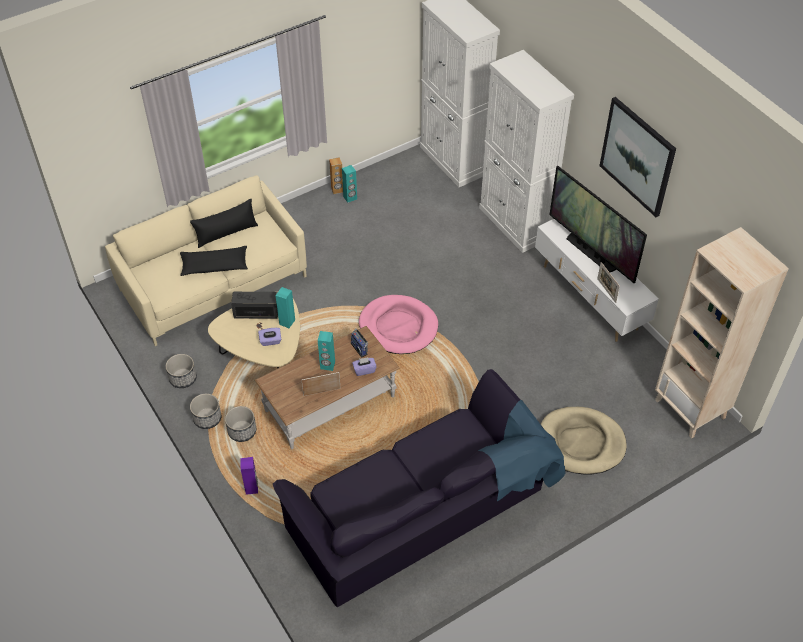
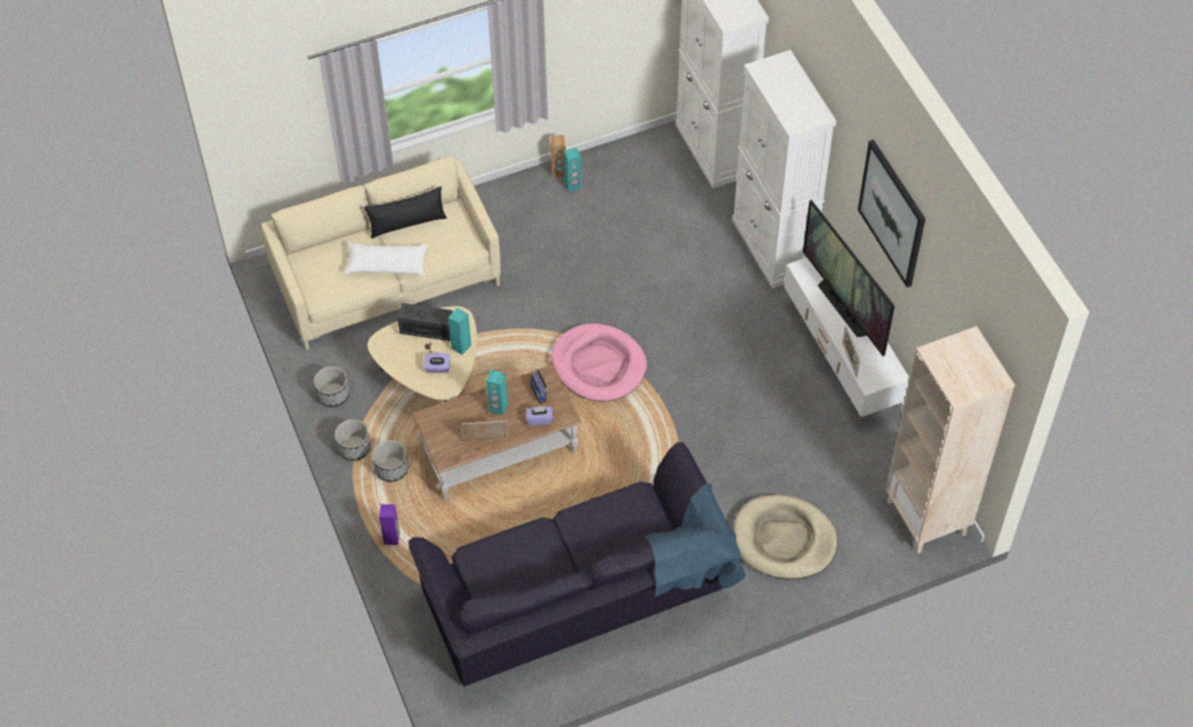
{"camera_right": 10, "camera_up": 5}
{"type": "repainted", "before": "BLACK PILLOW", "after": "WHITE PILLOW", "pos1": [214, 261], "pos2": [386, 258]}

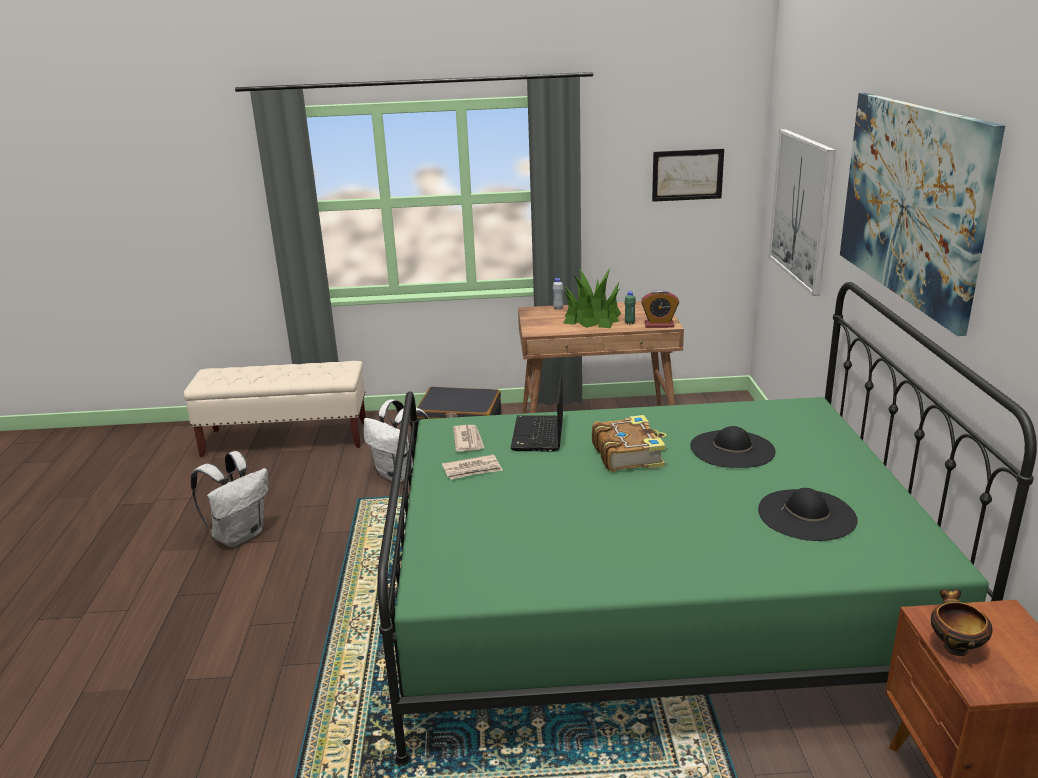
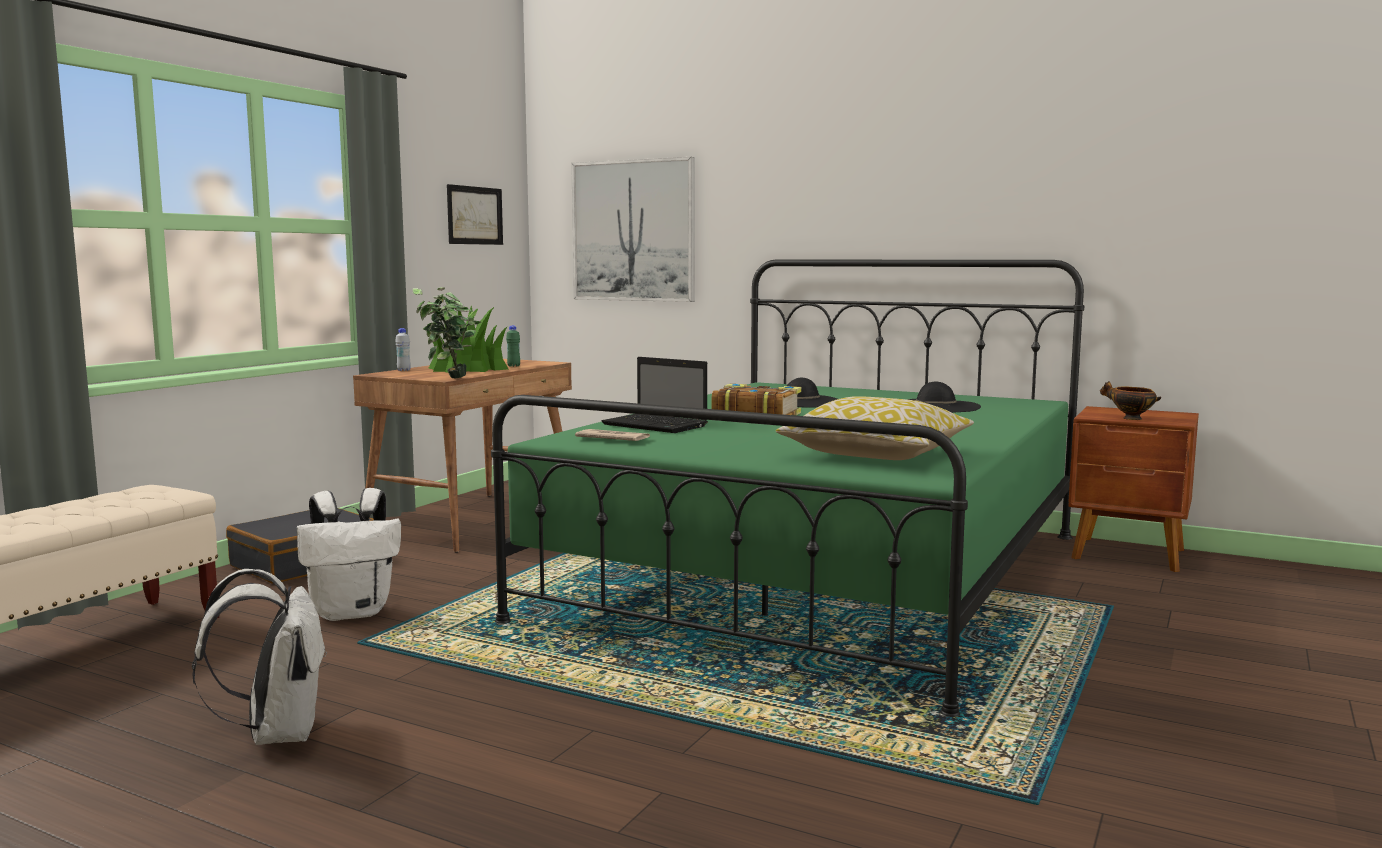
{"camera_right": -60, "camera_up": -15}
{"type": "gone", "before": "PICTURE", "pos1": [922, 214]}
{"type": "gone", "before": "ALARM CLOCK", "pos1": [660, 309]}
{"type": "gone", "before": "NEWSPAPER", "pos1": [472, 466]}
{"type": "new", "after": "POTTED PLANT", "pos2": [447, 332]}
{"type": "new", "after": "PILLOW", "pos2": [875, 428]}

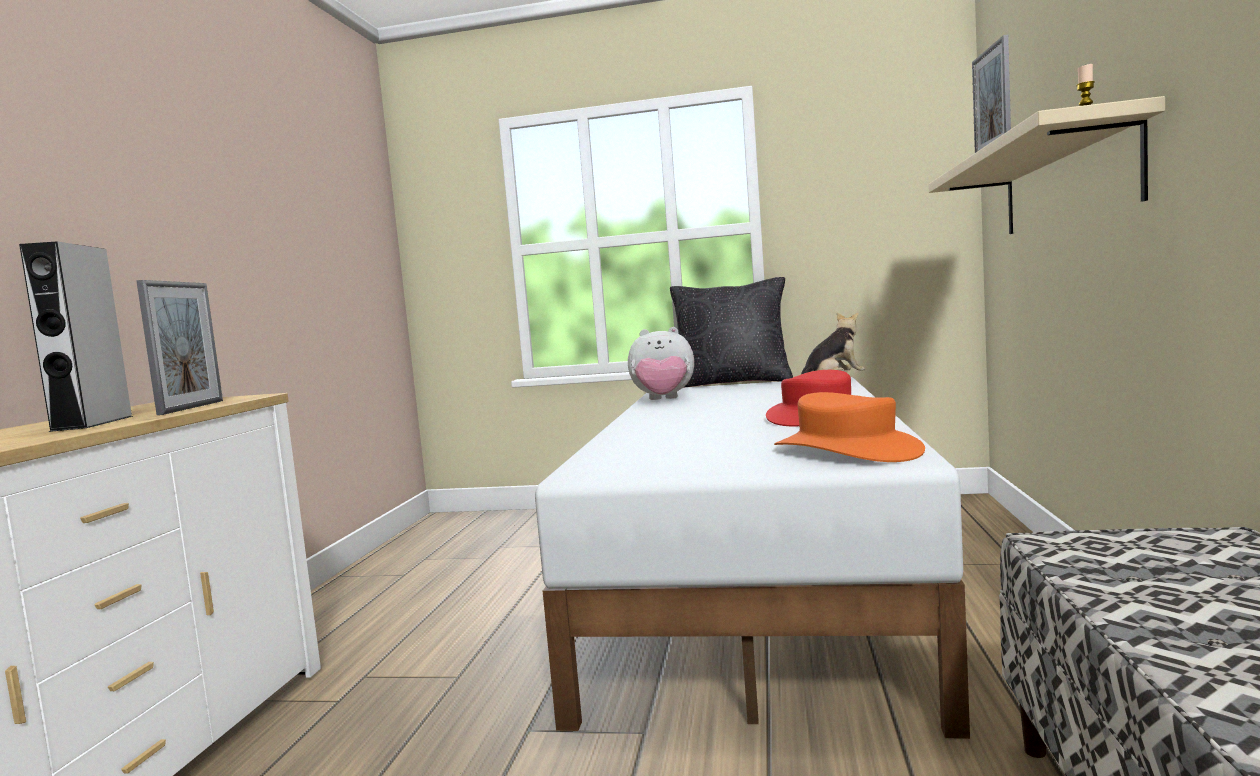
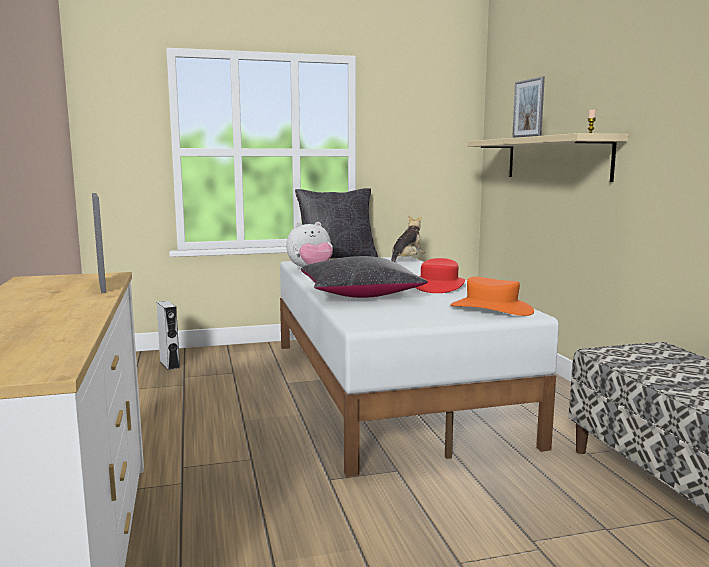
{"camera_right": -25, "camera_up": 5}
{"type": "shifted", "before": "GREY SPEAKER", "pos1": [76, 336], "pos2": [168, 335]}
{"type": "new", "after": "BLACK PILLOW", "pos2": [364, 277]}

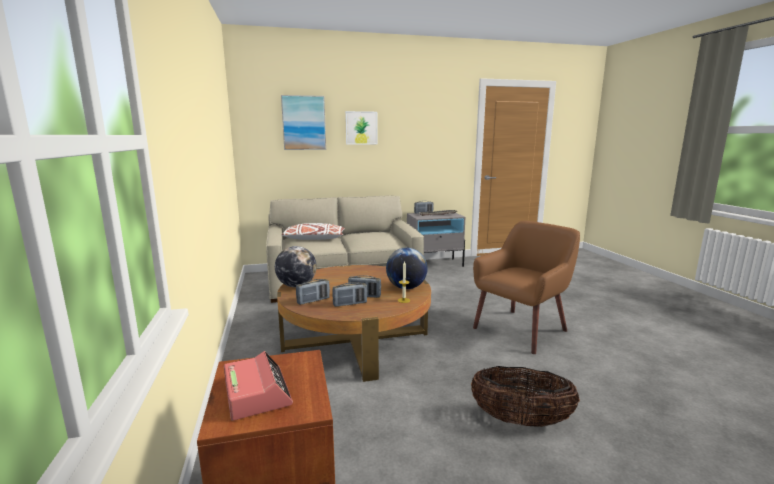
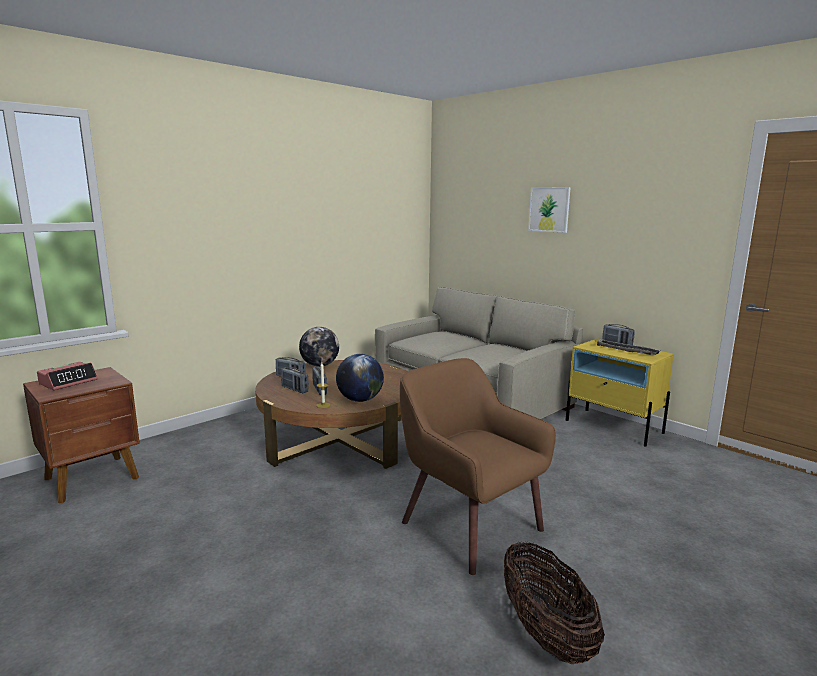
{"camera_right": 60, "camera_up": 0}
{"type": "gone", "before": "PICTURE", "pos1": [303, 122]}
{"type": "repainted", "before": "GREY NIGHTSTAND", "after": "YELLOW NIGHTSTAND", "pos1": [436, 240], "pos2": [620, 392]}
{"type": "rotated", "before": "BROWN ARMCHAIR", "pos1": [526, 287], "pos2": [478, 466], "turn": -150}
{"type": "gone", "before": "WHITE PILLOW", "pos1": [313, 231]}
{"type": "shifted", "before": "BASKET", "pos1": [525, 396], "pos2": [554, 603]}

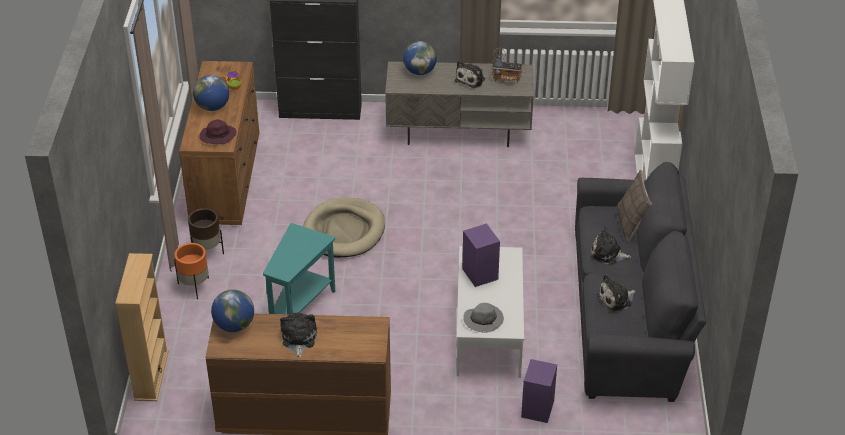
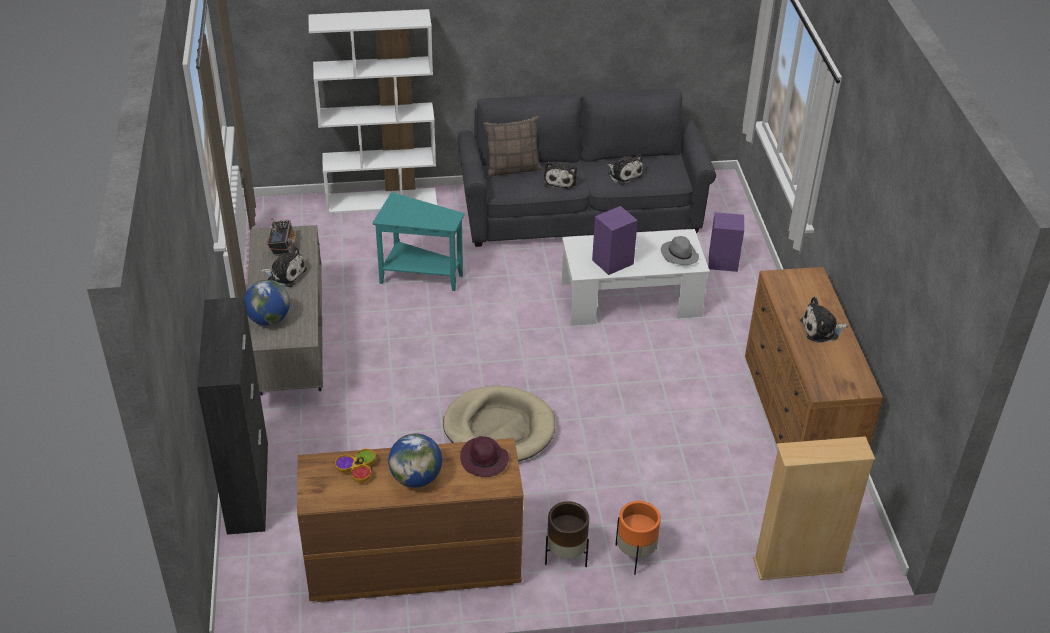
{"camera_right": -100, "camera_up": 0}
{"type": "shifted", "before": "TURQUOISE SIDE TABLE", "pos1": [299, 268], "pos2": [418, 241]}
{"type": "gone", "before": "GLOBE", "pos1": [232, 310]}

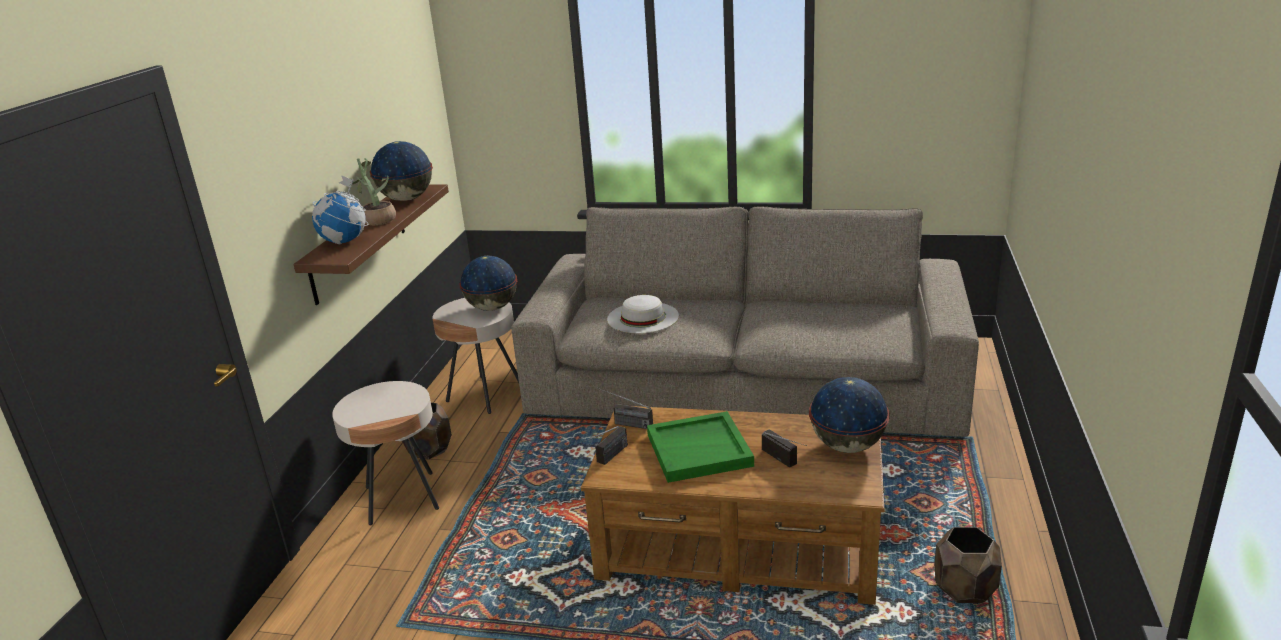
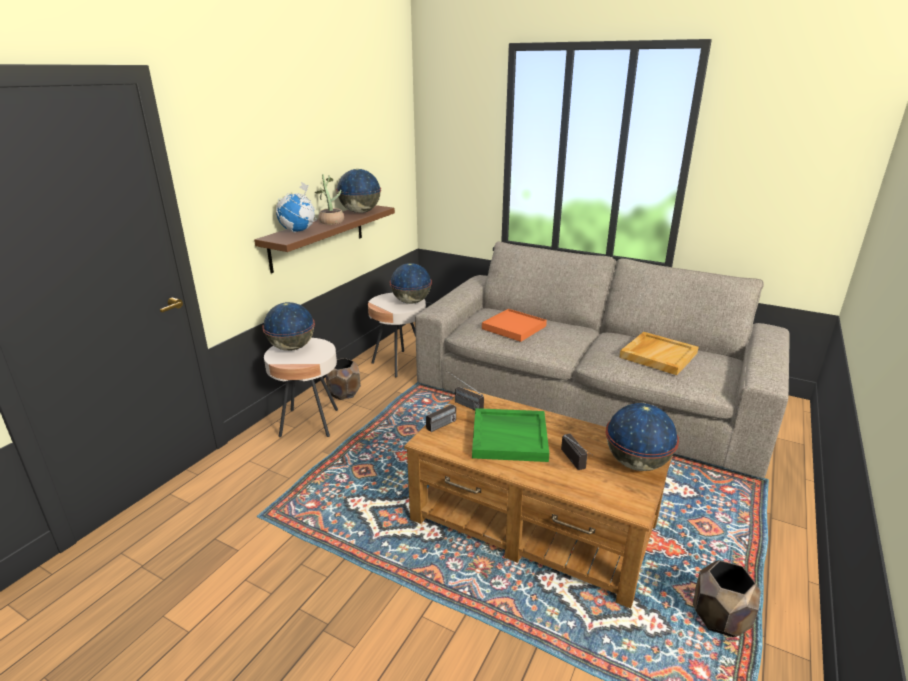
{"camera_right": 15, "camera_up": 0}
{"type": "swapped", "before": "WHITE HAT", "after": "ORANGE TRAY", "pos1": [643, 314], "pos2": [514, 325]}
{"type": "new", "after": "GLOBE", "pos2": [288, 326]}
{"type": "new", "after": "BEIGE TRAY", "pos2": [659, 353]}

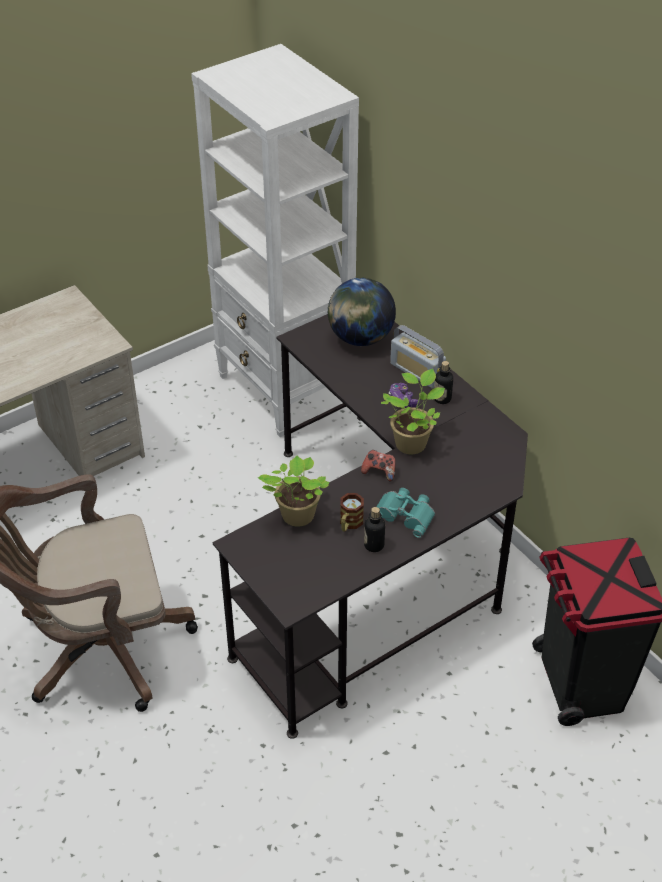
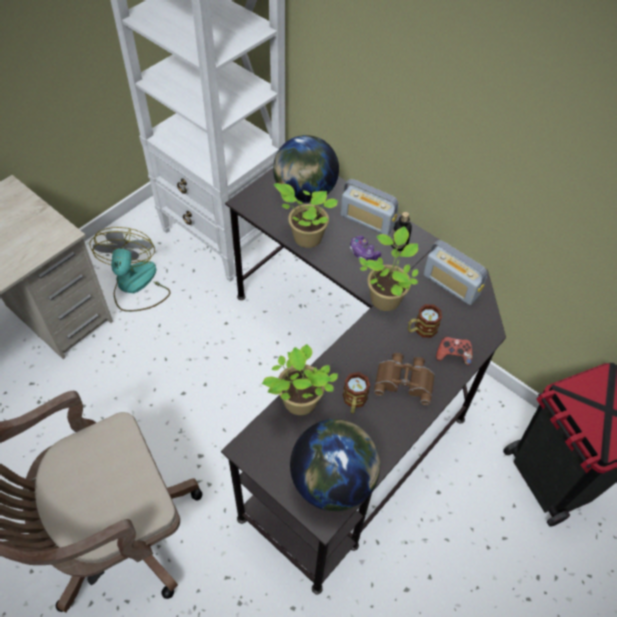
{"camera_right": -15, "camera_up": 10}
{"type": "shifted", "before": "GAME CONTROLLER", "pos1": [378, 465], "pos2": [454, 350]}
{"type": "repainted", "before": "TURQUOISE BINOCULARS", "after": "BROWN BINOCULARS", "pos1": [405, 513], "pos2": [404, 379]}
{"type": "gone", "before": "BOTTLE", "pos1": [374, 529]}
{"type": "new", "after": "POTTED PLANT", "pos2": [306, 215]}
{"type": "new", "after": "FAN", "pos2": [130, 269]}
{"type": "new", "after": "RADIO", "pos2": [455, 272]}
{"type": "new", "after": "MUG", "pos2": [425, 321]}
{"type": "new", "after": "GLOBE", "pos2": [335, 465]}

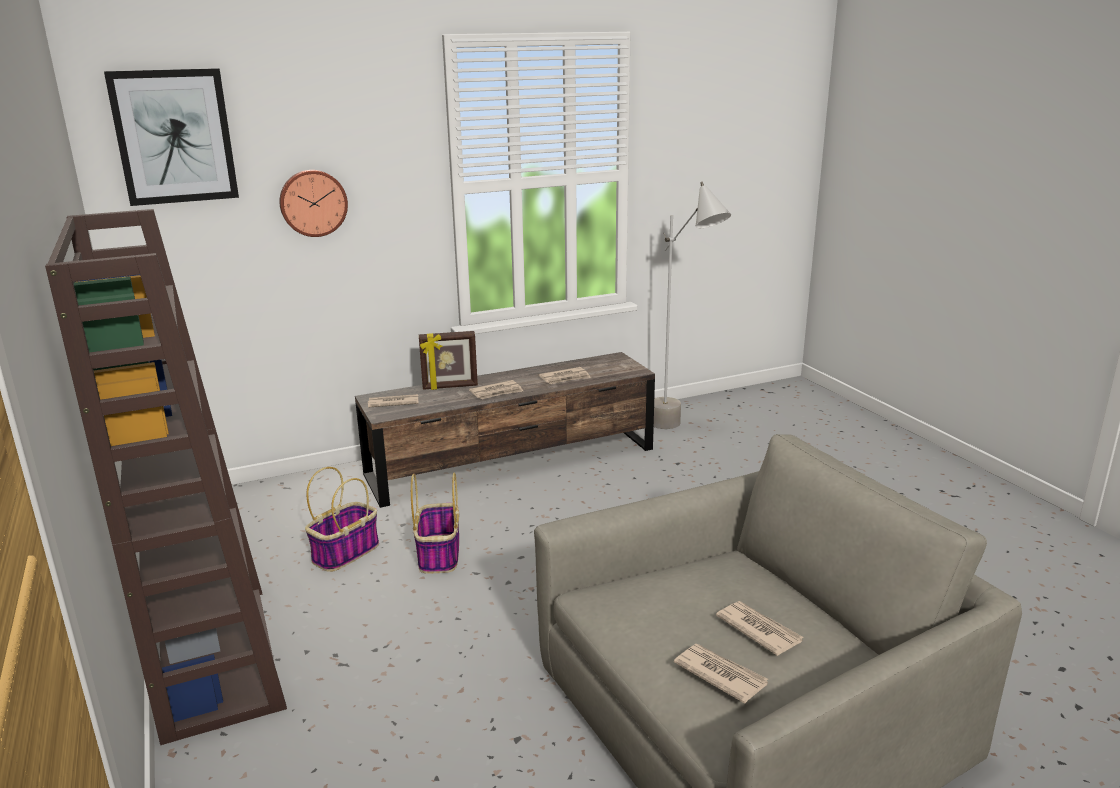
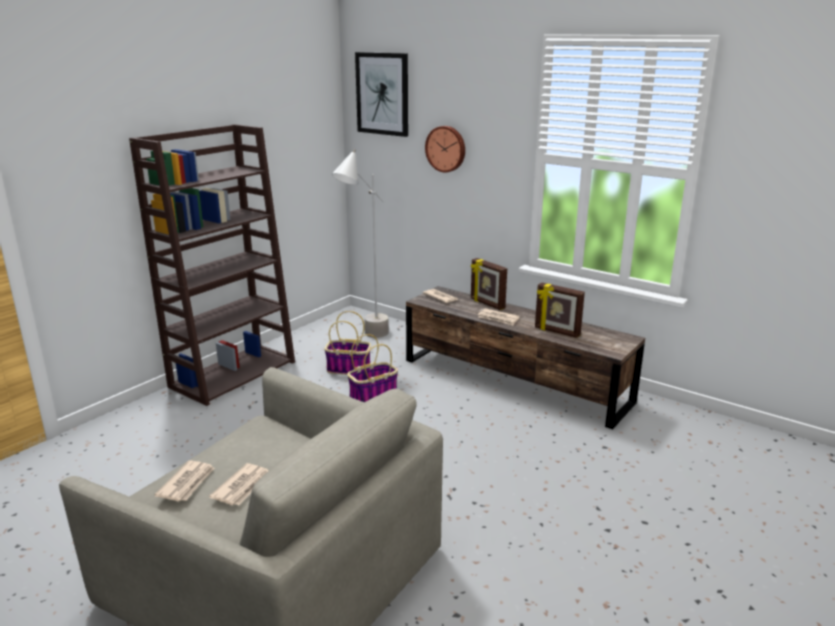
{"camera_right": 60, "camera_up": 0}
{"type": "shifted", "before": "GREY FLOOR LAMP", "pos1": [692, 305], "pos2": [360, 243]}
{"type": "swapped", "before": "NEWSPAPER", "after": "PICTURE FRAME", "pos1": [565, 375], "pos2": [560, 310]}

